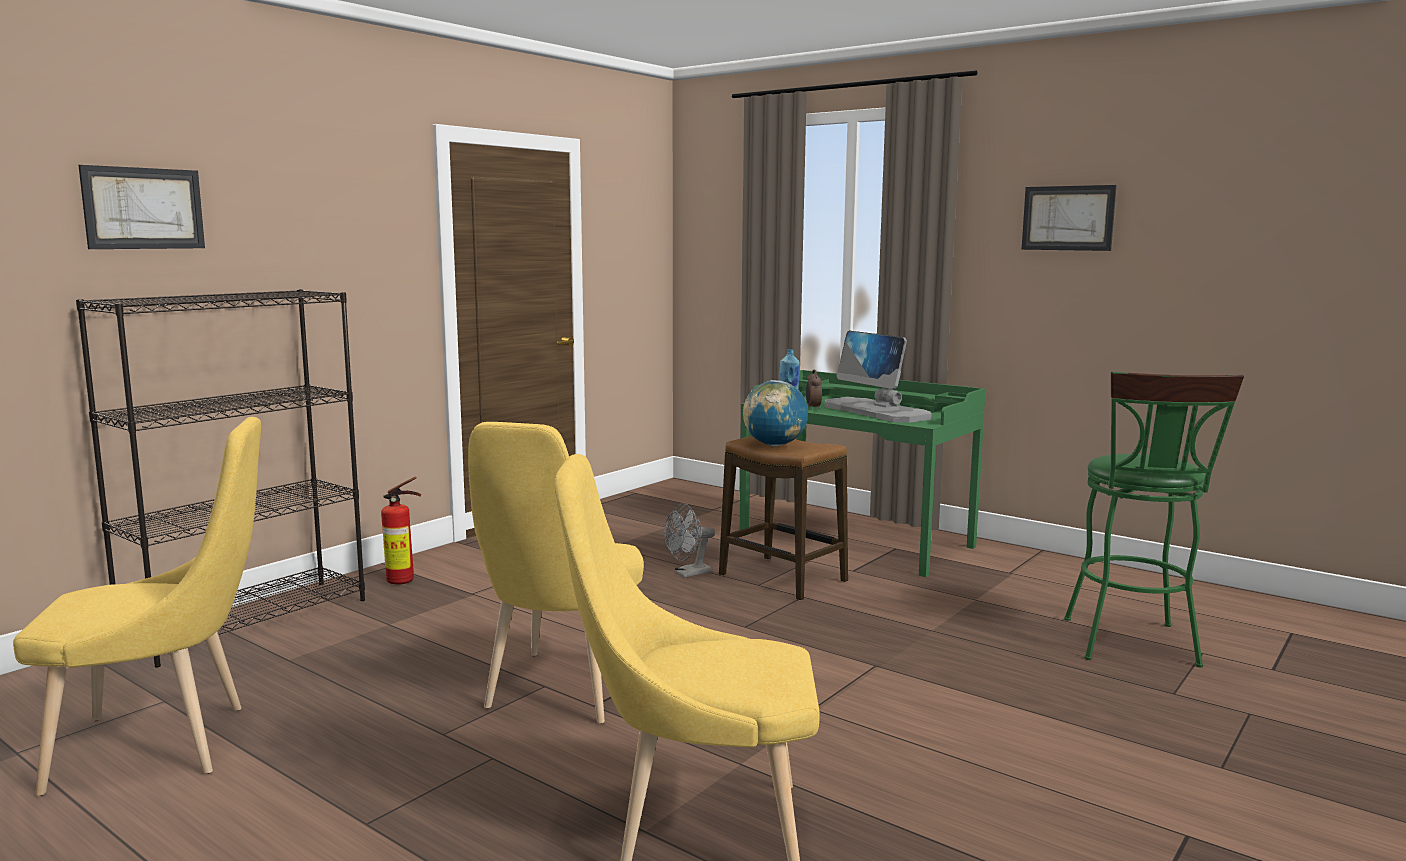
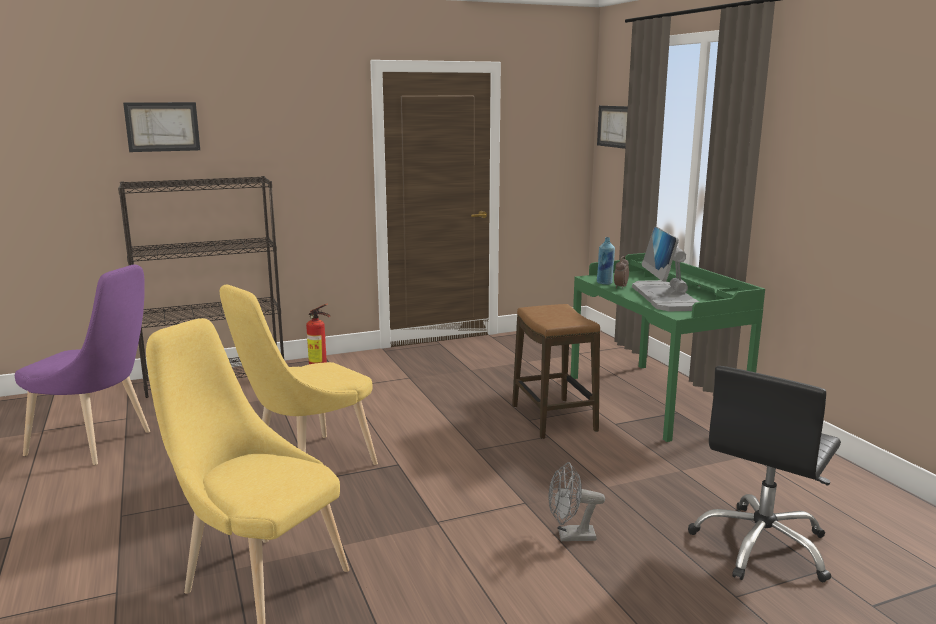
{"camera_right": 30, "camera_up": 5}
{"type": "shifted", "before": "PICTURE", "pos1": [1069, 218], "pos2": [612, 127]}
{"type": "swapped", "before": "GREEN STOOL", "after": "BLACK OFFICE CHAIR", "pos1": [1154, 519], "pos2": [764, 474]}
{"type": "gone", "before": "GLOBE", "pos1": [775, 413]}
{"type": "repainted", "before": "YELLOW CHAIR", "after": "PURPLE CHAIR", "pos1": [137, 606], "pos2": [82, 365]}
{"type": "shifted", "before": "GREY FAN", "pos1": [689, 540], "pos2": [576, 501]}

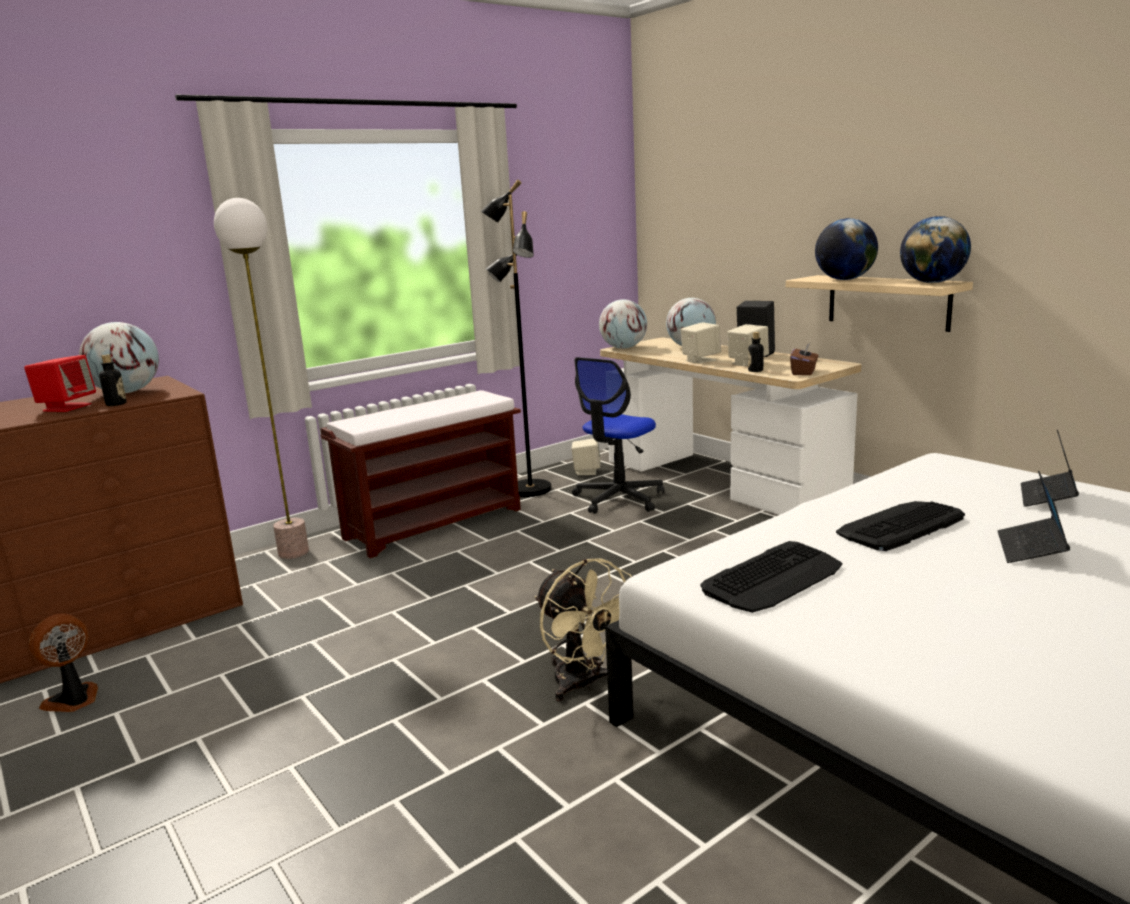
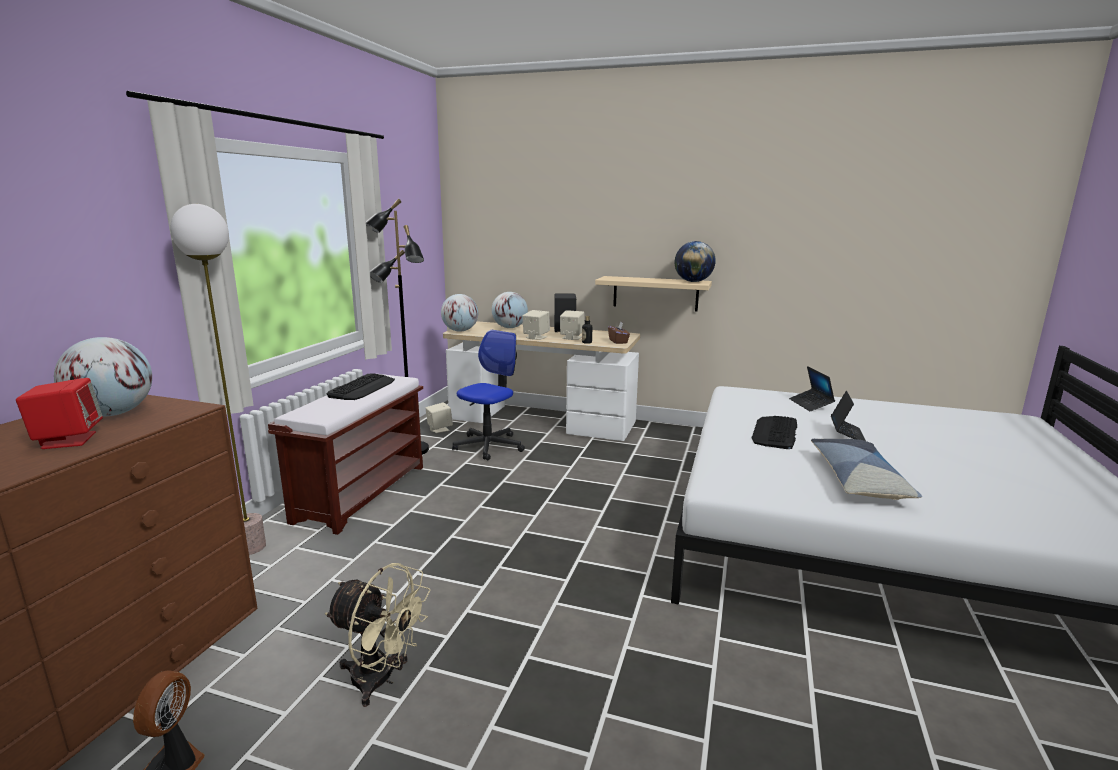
{"camera_right": -35, "camera_up": 0}
{"type": "gone", "before": "GLOBE", "pos1": [846, 249]}
{"type": "gone", "before": "BOTTLE", "pos1": [113, 380]}
{"type": "rotated", "before": "OFFICE CHAIR", "pos1": [618, 435], "pos2": [488, 395], "turn": -150}
{"type": "rotated", "before": "LAPTOP", "pos1": [1034, 517], "pos2": [848, 415], "turn": -150}
{"type": "shifted", "before": "KEYBOARD", "pos1": [771, 577], "pos2": [361, 386]}
{"type": "shifted", "before": "BEIGE FAN", "pos1": [583, 629], "pos2": [378, 635]}
{"type": "new", "after": "PILLOW", "pos2": [866, 469]}

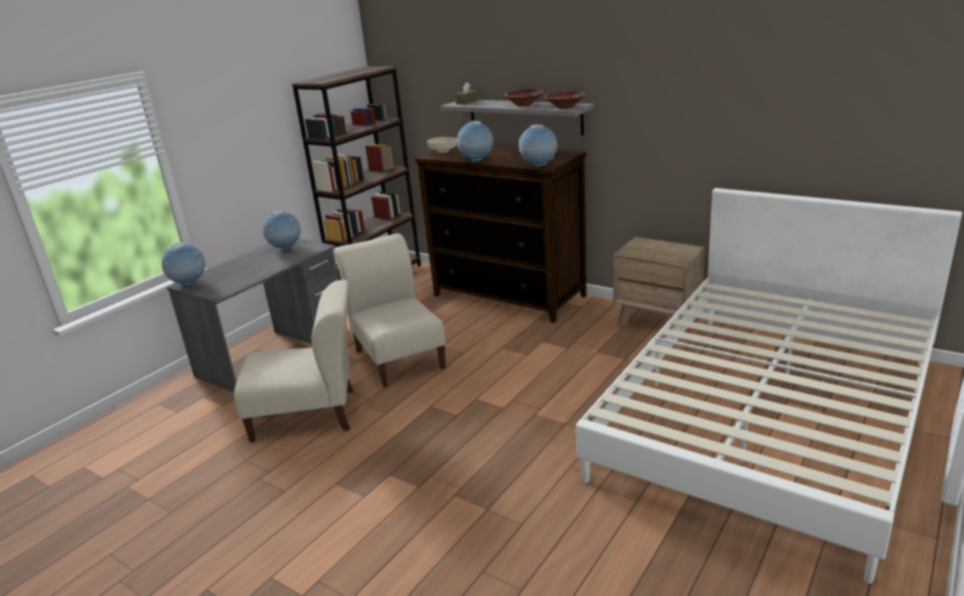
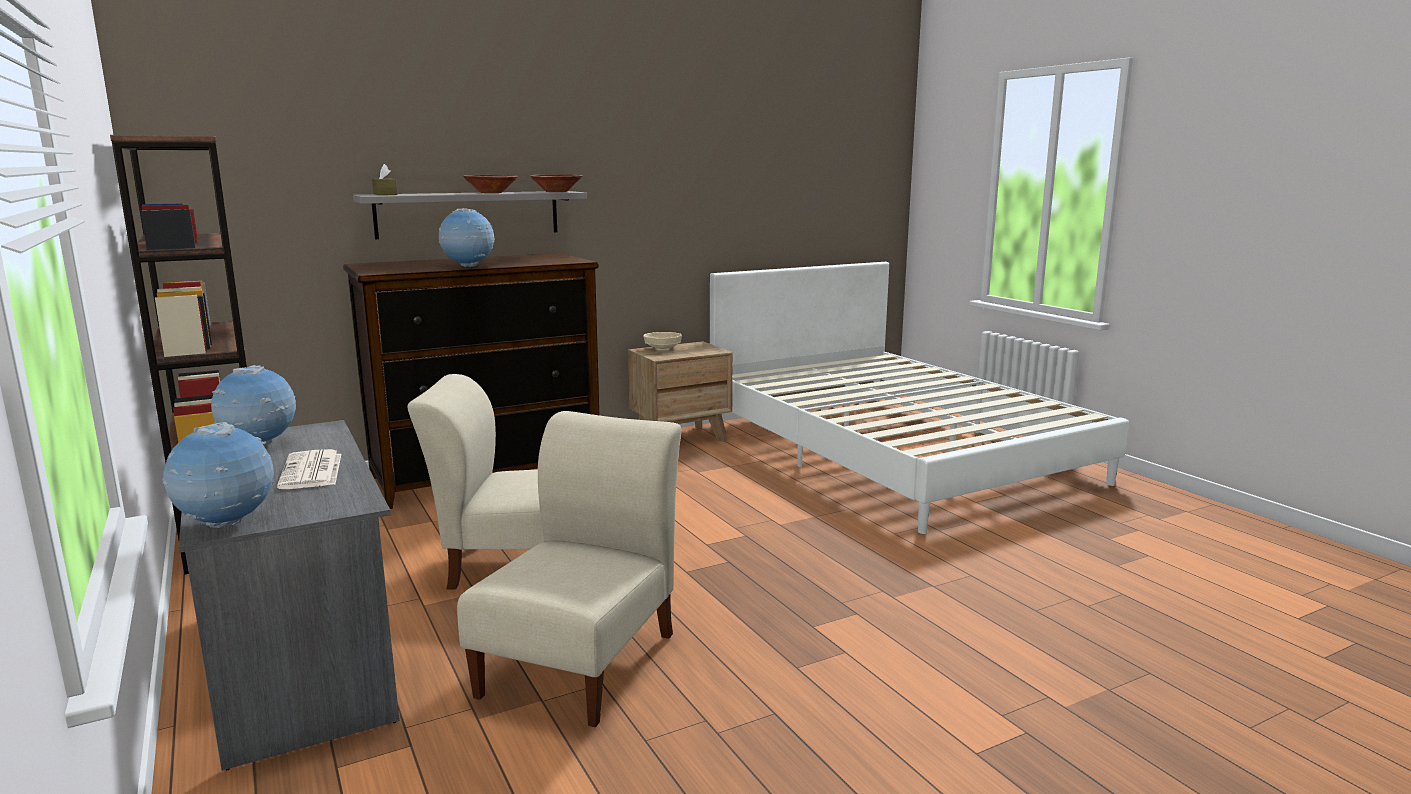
{"camera_right": -65, "camera_up": -10}
{"type": "gone", "before": "GLOBE", "pos1": [538, 145]}
{"type": "shifted", "before": "BEIGE BOWL", "pos1": [442, 145], "pos2": [662, 341]}
{"type": "new", "after": "NEWSPAPER", "pos2": [309, 469]}

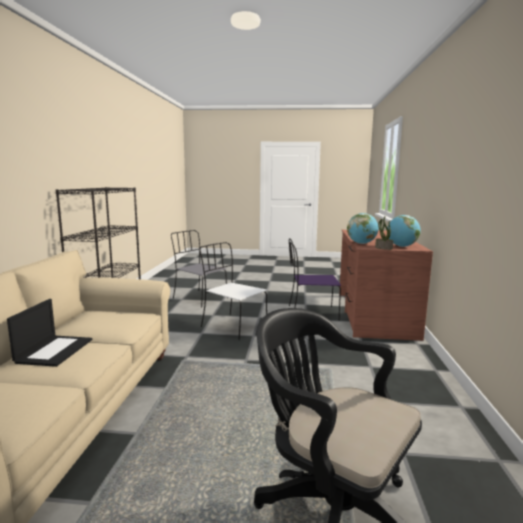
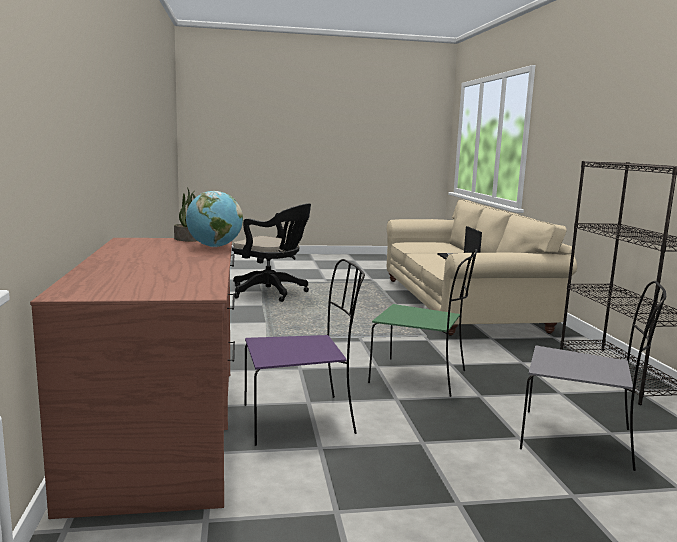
{"camera_right": 165, "camera_up": 0}
{"type": "gone", "before": "GLOBE", "pos1": [404, 231]}
{"type": "repainted", "before": "WHITE CHAIR", "after": "GREEN CHAIR", "pos1": [233, 291], "pos2": [422, 323]}

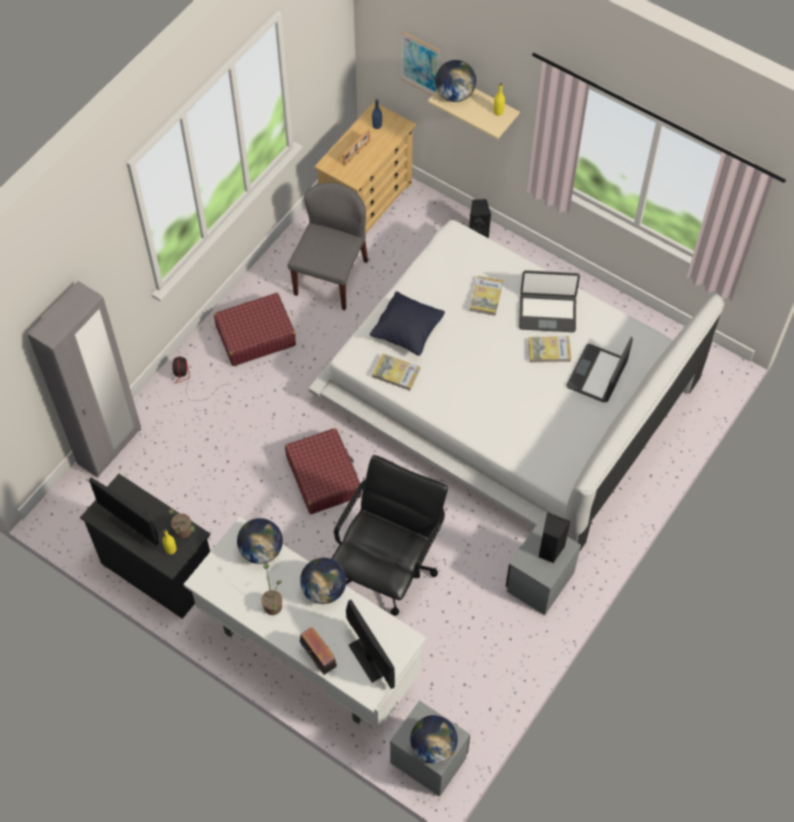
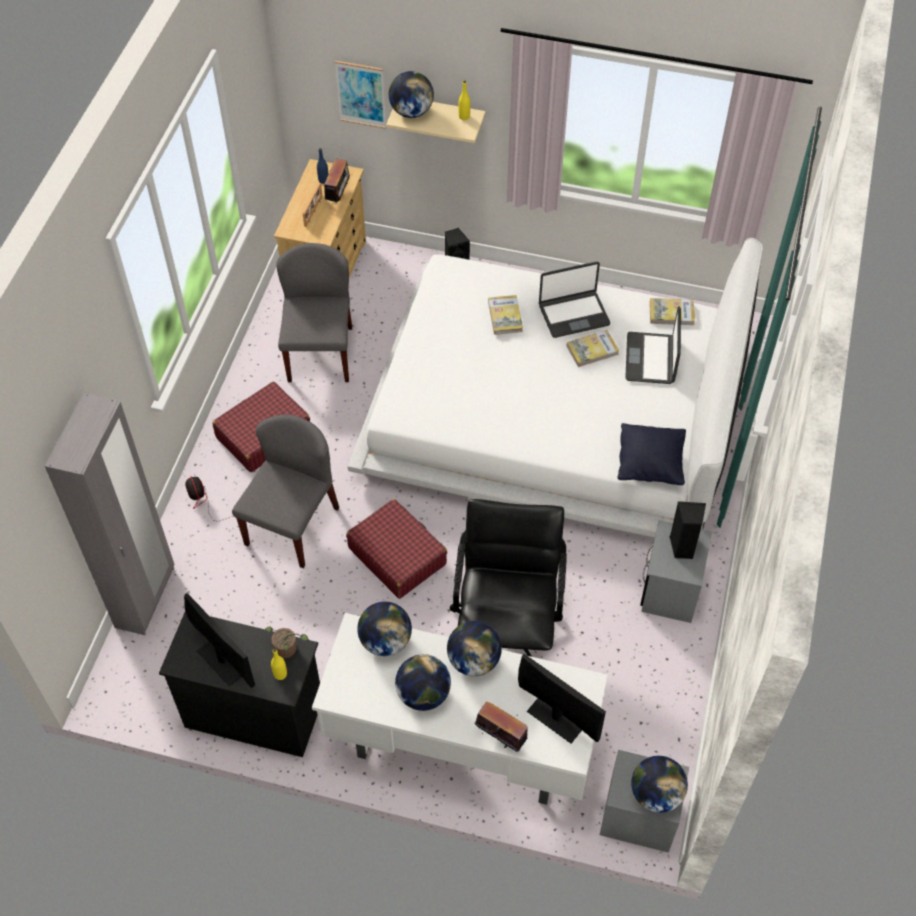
{"camera_right": -20, "camera_up": -5}
{"type": "shifted", "before": "BLACK PILLOW", "pos1": [407, 323], "pos2": [651, 454]}
{"type": "shifted", "before": "BOOK", "pos1": [396, 372], "pos2": [672, 311]}
{"type": "rotated", "before": "MONITOR", "pos1": [124, 511], "pos2": [219, 640], "turn": -150}
{"type": "swapped", "before": "POTTED PLANT", "after": "GLOBE", "pos1": [271, 588], "pos2": [423, 682]}
{"type": "new", "after": "RADIO", "pos2": [336, 181]}
{"type": "new", "after": "GREY CHAIR", "pos2": [285, 491]}

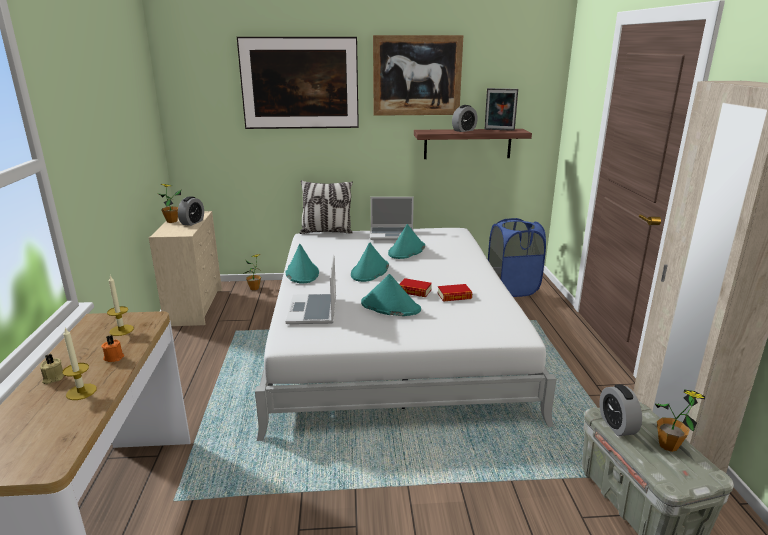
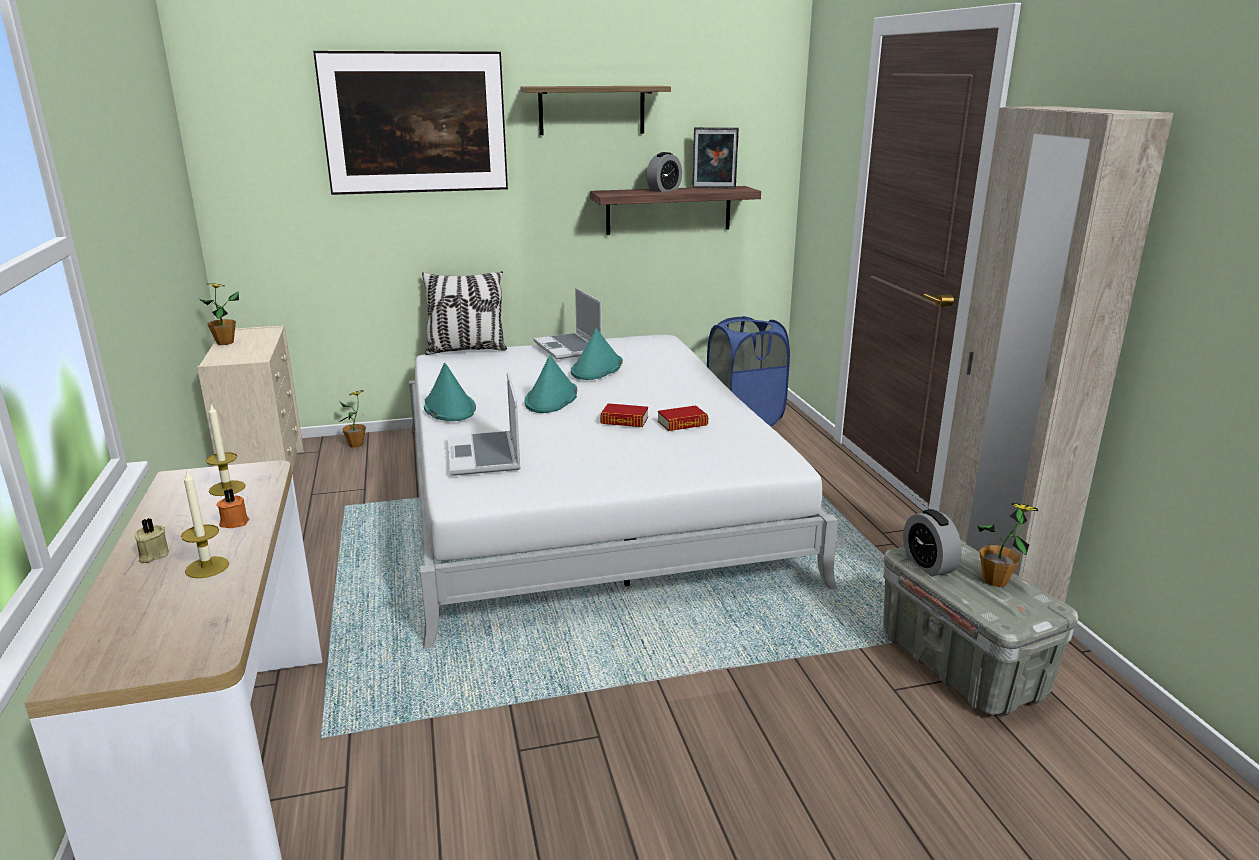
{"camera_right": -10, "camera_up": 0}
{"type": "swapped", "before": "PICTURE", "after": "SHELF", "pos1": [418, 75], "pos2": [595, 110]}
{"type": "gone", "before": "ALARM CLOCK", "pos1": [191, 211]}
{"type": "rotated", "before": "LAPTOP", "pos1": [392, 218], "pos2": [568, 323], "turn": 75}
{"type": "gone", "before": "TURQUOISE HAT", "pos1": [391, 295]}

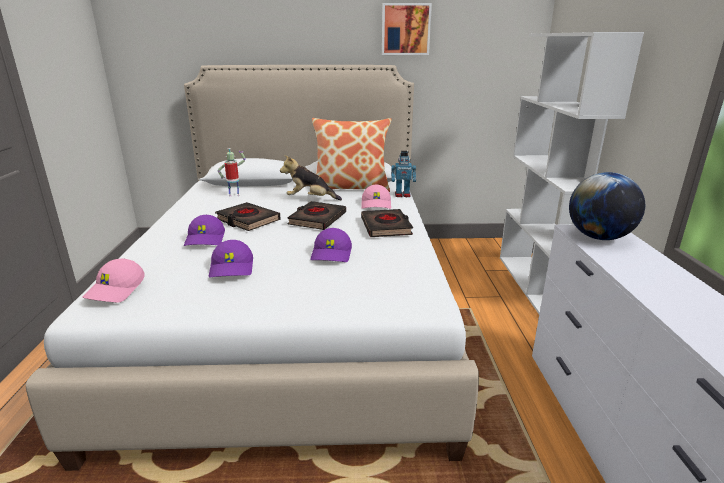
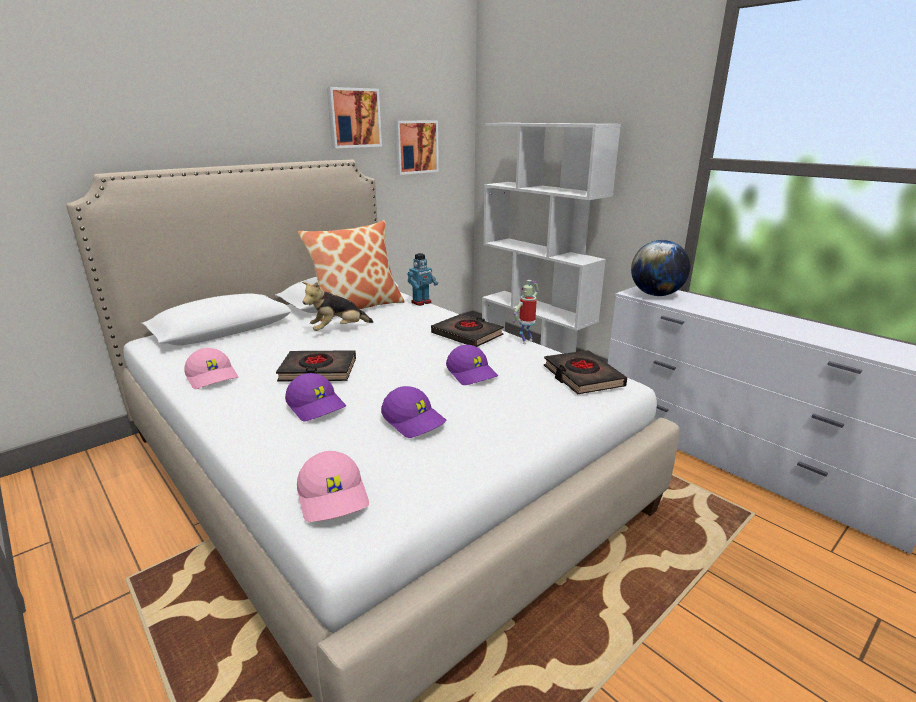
{"camera_right": -40, "camera_up": 0}
{"type": "shifted", "before": "TOY ROBOT", "pos1": [232, 172], "pos2": [526, 312]}
{"type": "shifted", "before": "PINK CAP", "pos1": [376, 196], "pos2": [211, 368]}
{"type": "shifted", "before": "BLACK BOOK", "pos1": [316, 215], "pos2": [585, 372]}
{"type": "new", "after": "PICTURE", "pos2": [416, 148]}

